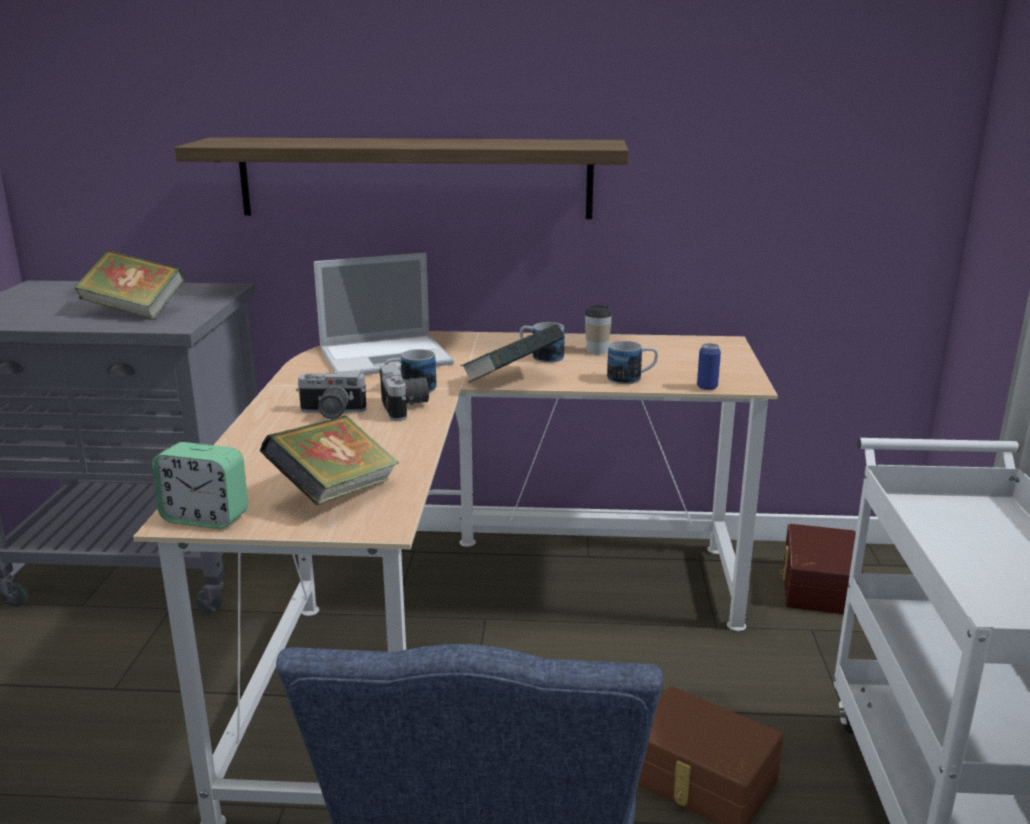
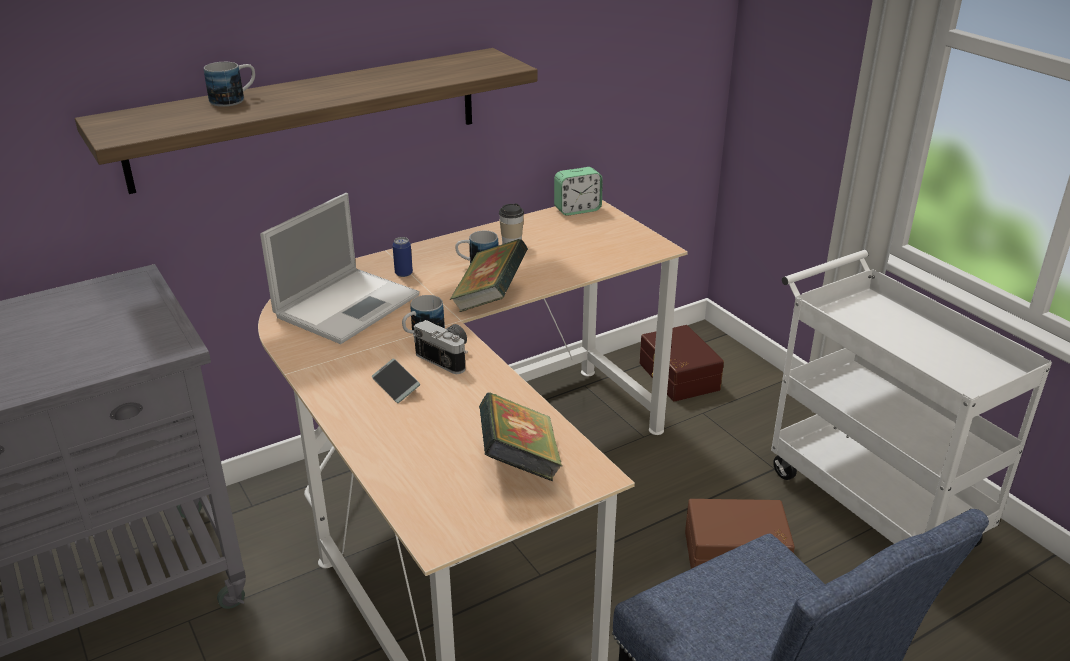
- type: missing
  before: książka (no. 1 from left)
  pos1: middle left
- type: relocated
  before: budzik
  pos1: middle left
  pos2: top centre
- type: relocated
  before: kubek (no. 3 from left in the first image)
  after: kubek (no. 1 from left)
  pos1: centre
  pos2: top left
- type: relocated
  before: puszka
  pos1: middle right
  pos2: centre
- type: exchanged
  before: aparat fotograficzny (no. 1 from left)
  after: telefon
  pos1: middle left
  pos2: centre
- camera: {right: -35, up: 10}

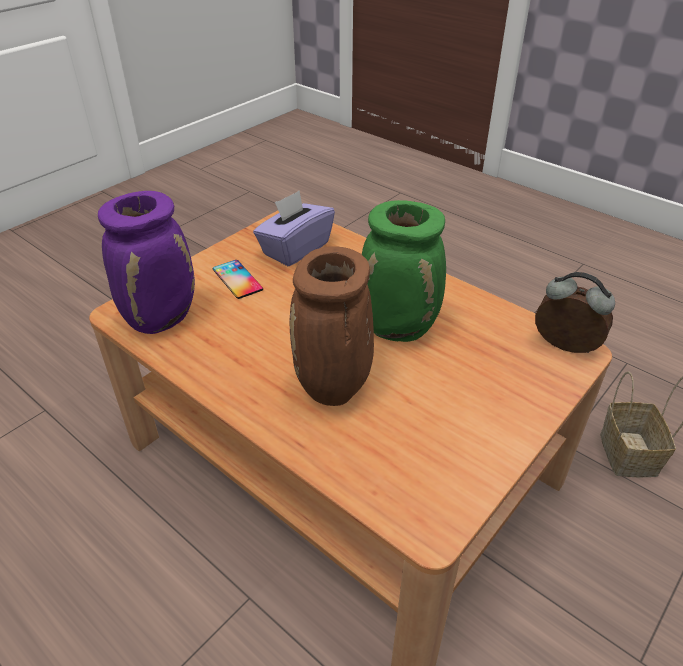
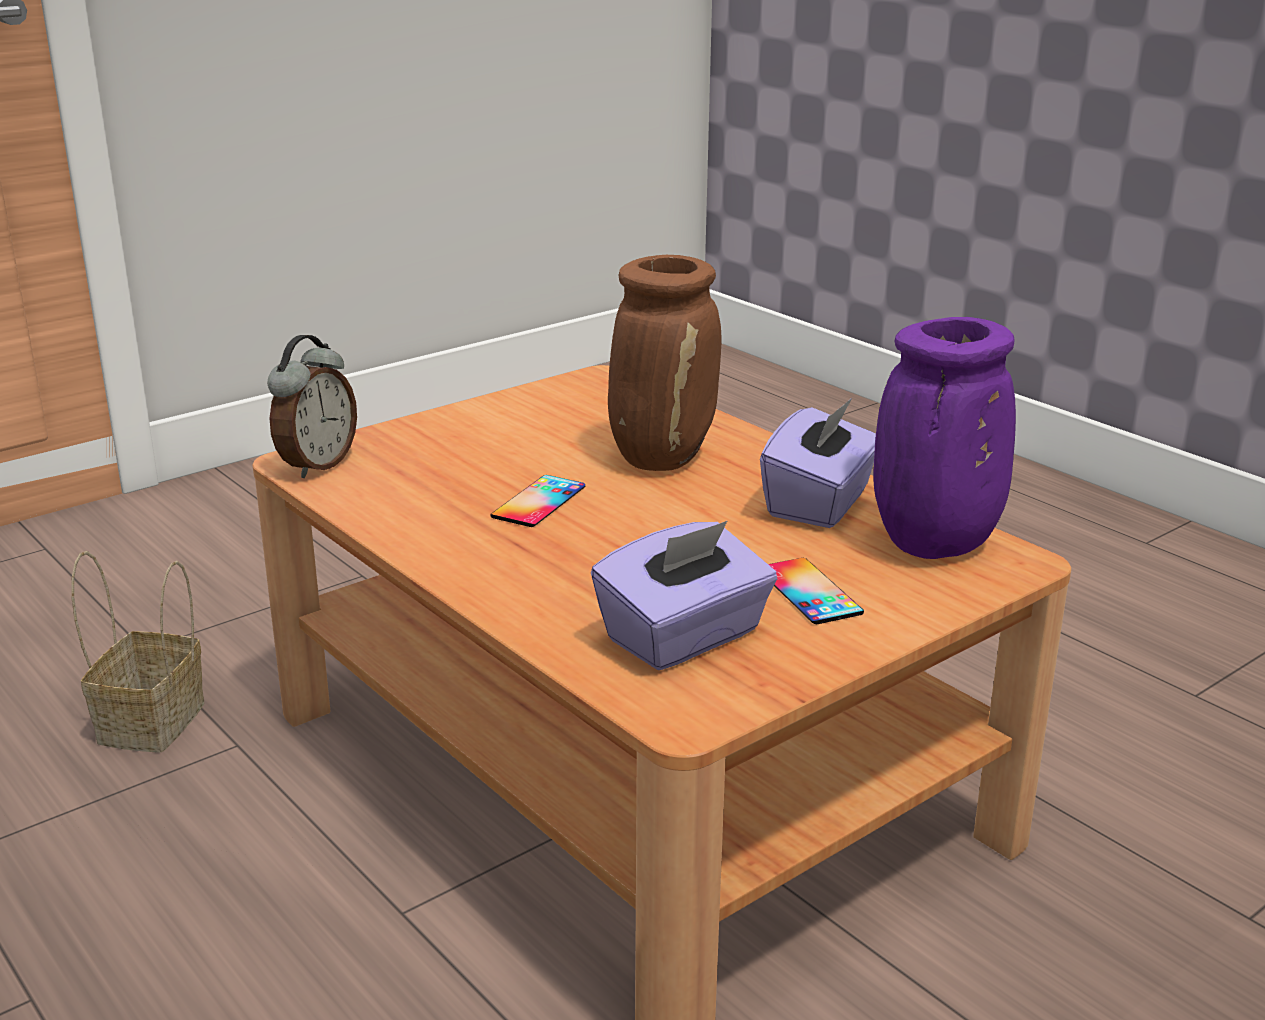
- type: appeared
  after: pudełko chusteczek (fioletowy) (no. 2 from left)
  pos2: centre
- type: exchanged
  before: wazon (zielony)
  after: telefon (no. 1 from left)
  pos1: centre
  pos2: centre
- type: spun
  before: budzik
  pos1: middle right
  pos2: middle left
  turn: -105
- camera: {right: -170, up: -15}

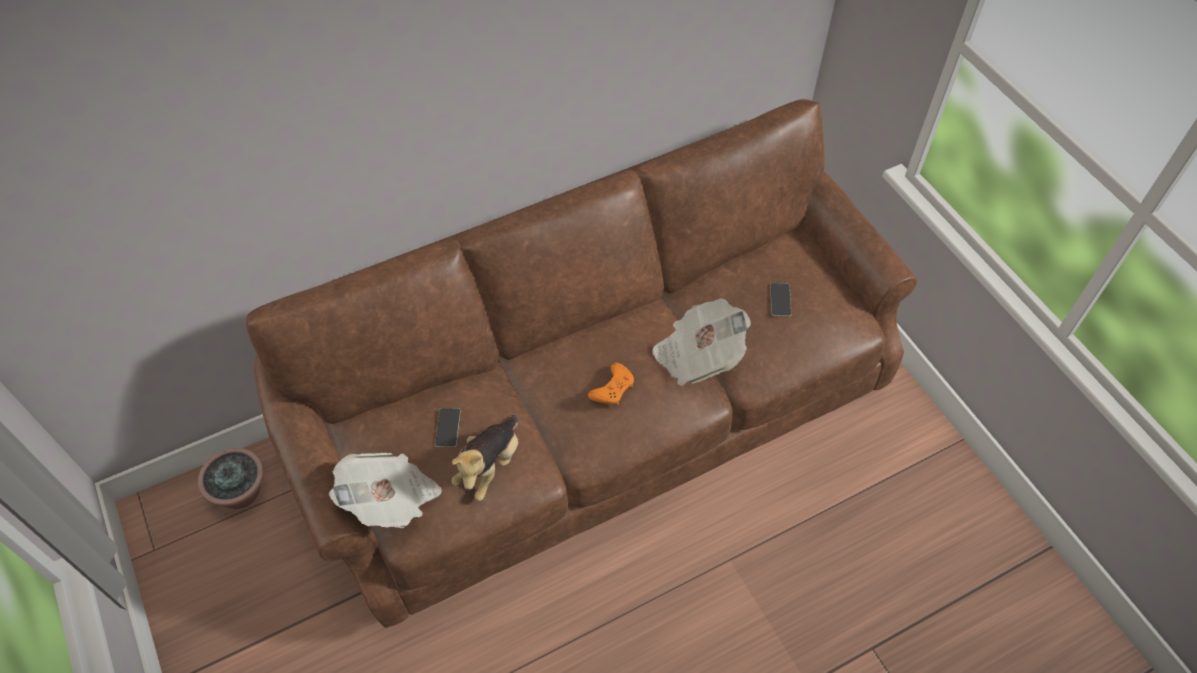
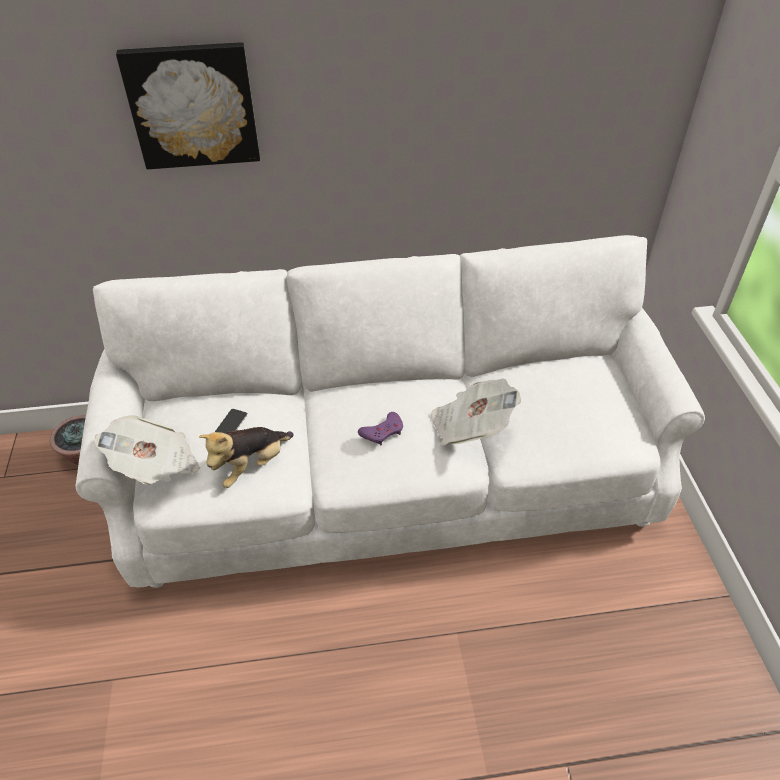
- type: missing
  before: telefon (no. 2 from left)
  pos1: centre
- type: appeared
  after: obraz
  pos2: top left
- type: colour
  before: kanapa (brązowy)
  after: kanapa (biały)
  pos1: centre
  pos2: centre
- type: colour
  before: pad do gier (pomarańczowy)
  after: pad do gier (fioletowy)
  pos1: centre
  pos2: centre
- camera: {right: 20, up: -10}

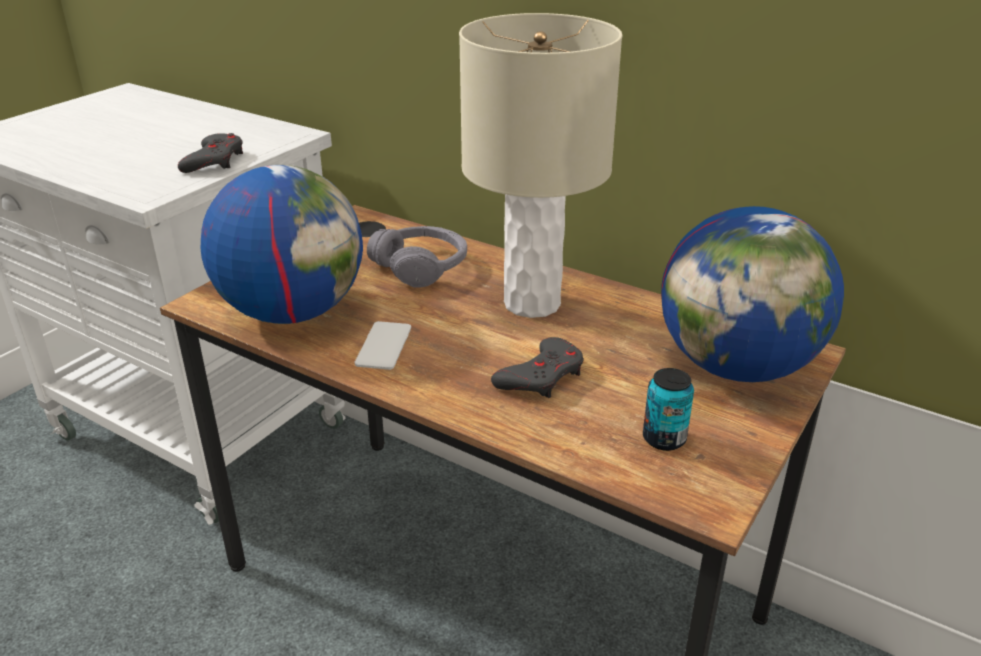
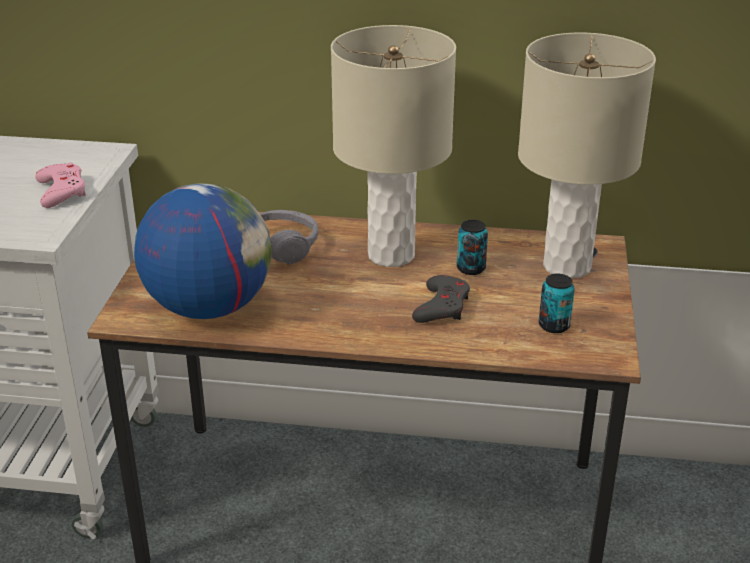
- type: missing
  before: telefon
  pos1: centre
- type: appeared
  after: puszka (no. 1 from left)
  pos2: centre
- type: exchanged
  before: globus (no. 2 from left)
  after: lampa stołowa (beżowy) (no. 2 from left)
  pos1: middle right
  pos2: top right
- type: colour
  before: pad do gier (szary) (no. 1 from left)
  after: pad do gier (różowy)
  pos1: top left
  pos2: top left
- camera: {right: -25, up: 0}

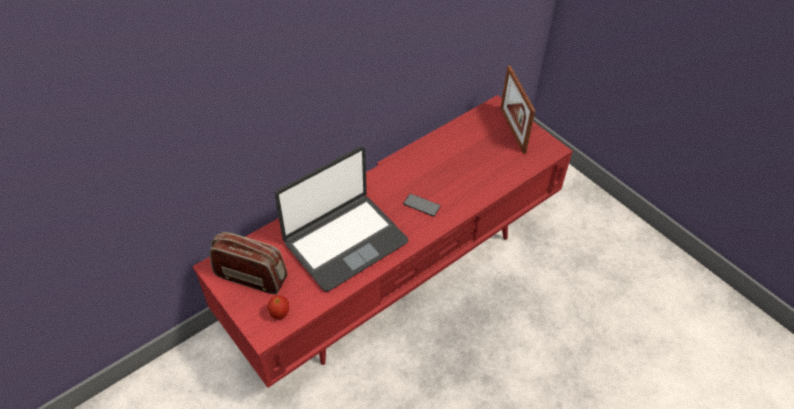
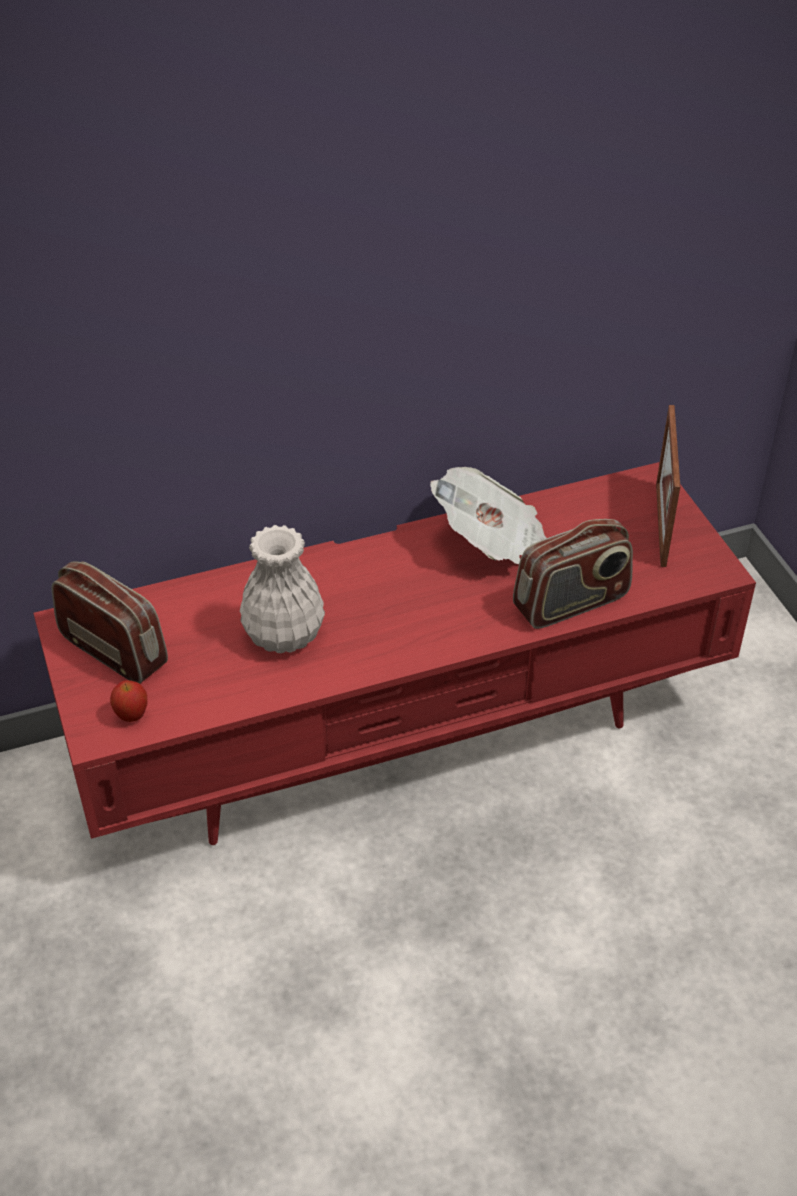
- type: missing
  before: telefon
  pos1: centre
- type: appeared
  after: gazeta
  pos2: centre
- type: appeared
  after: radio (no. 2 from left)
  pos2: middle right
- type: exchanged
  before: laptop
  after: wazon (biały)
  pos1: centre
  pos2: centre
- camera: {right: 20, up: -5}

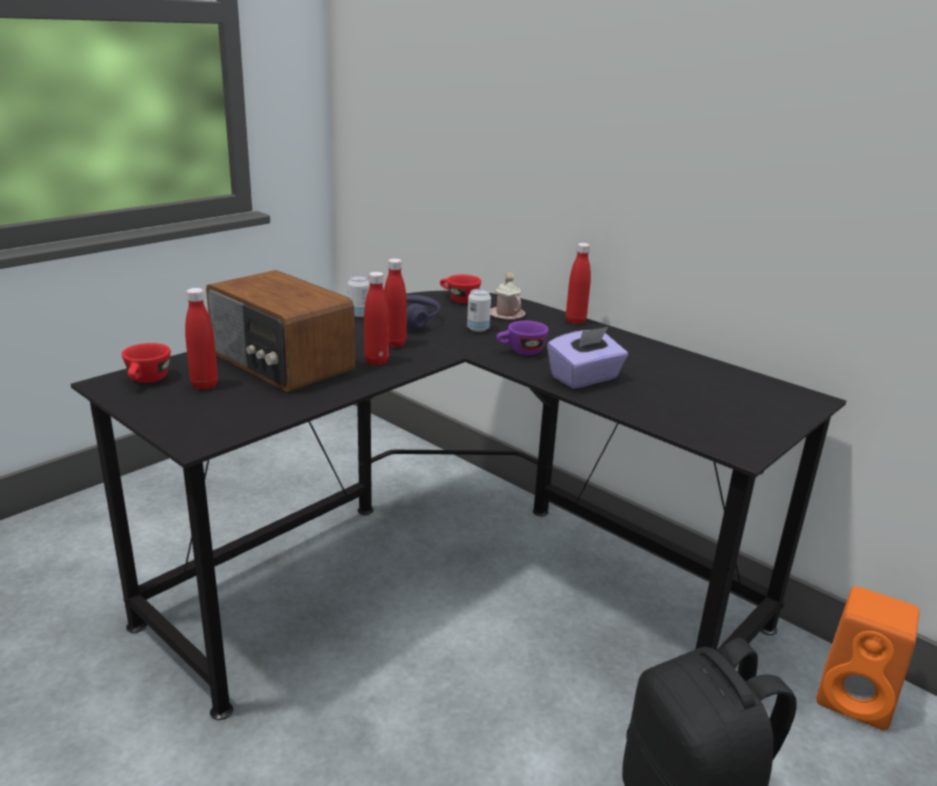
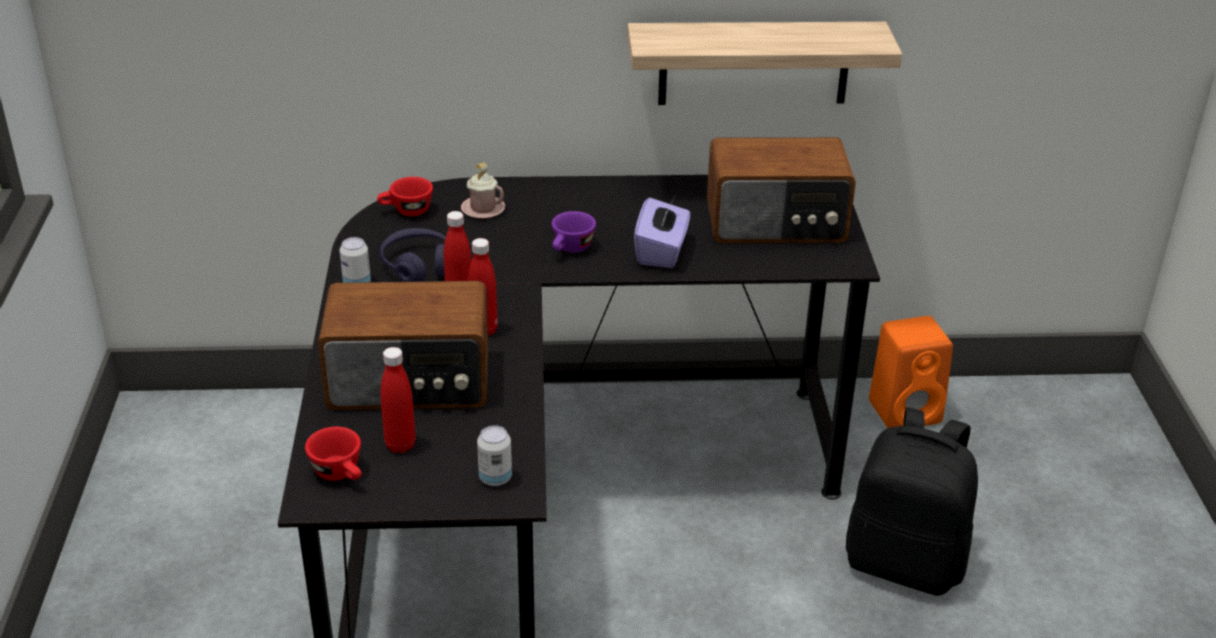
- type: missing
  before: butelka (czerwony) (no. 4 from left)
  pos1: centre
- type: appeared
  after: półka
  pos2: top centre
- type: appeared
  after: radio (no. 2 from left)
  pos2: top centre
- type: relocated
  before: puszka (no. 2 from left)
  pos1: centre
  pos2: bottom centre
- camera: {right: -45, up: 10}

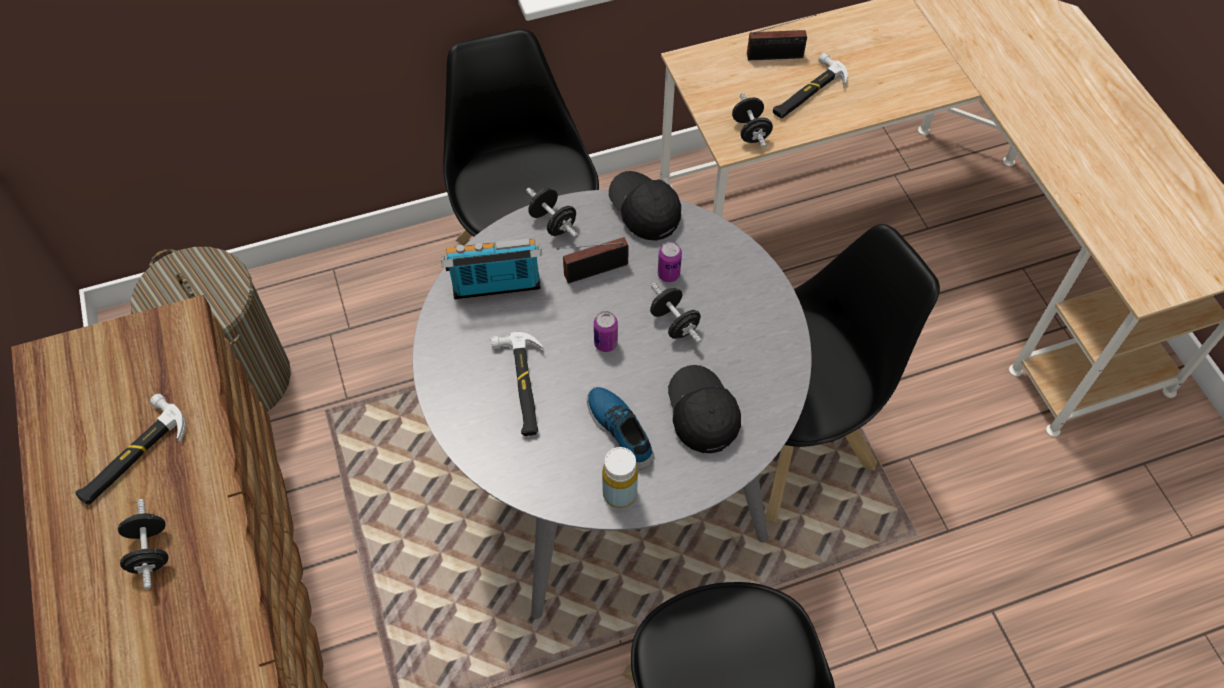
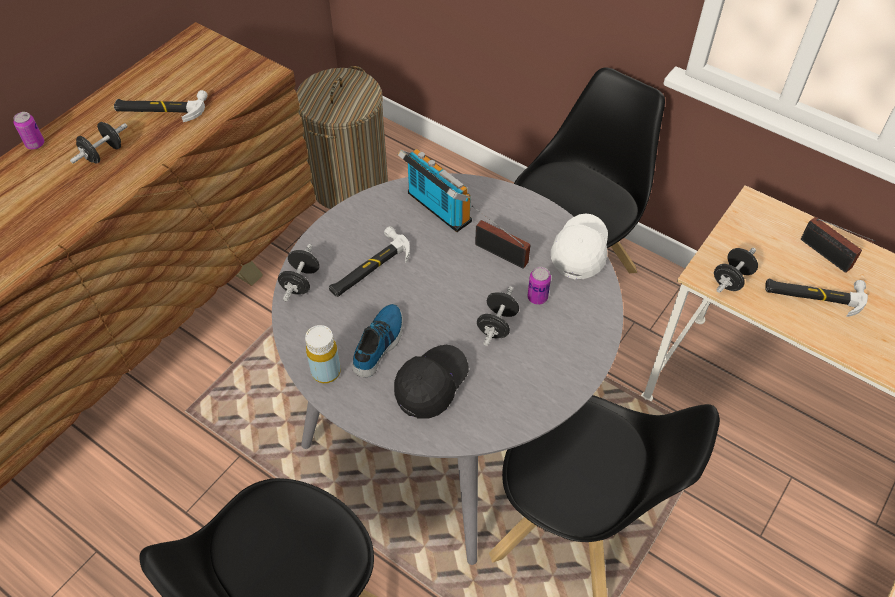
- type: relocated
  before: hantel (czarny) (no. 2 from left)
  pos1: top centre
  pos2: middle left
- type: relocated
  before: puszka (no. 1 from left)
  pos1: centre
  pos2: top left
- type: colour
  before: czapka z daszkiem (czarny) (no. 1 from left)
  after: czapka z daszkiem (biały)
  pos1: top centre
  pos2: centre
- camera: {right: 55, up: -5}

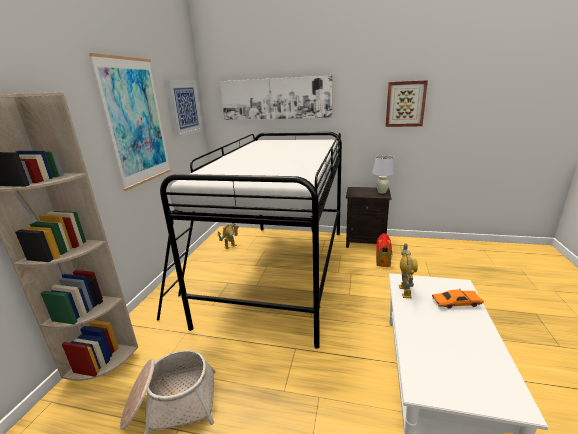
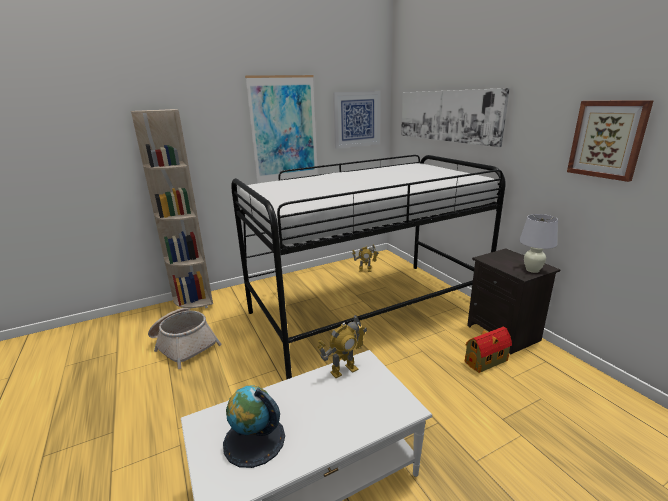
- type: missing
  before: samochodzik (pomarańczowy)
  pos1: bottom right
- type: appeared
  after: globus
  pos2: bottom centre
- camera: {right: 50, up: 0}

